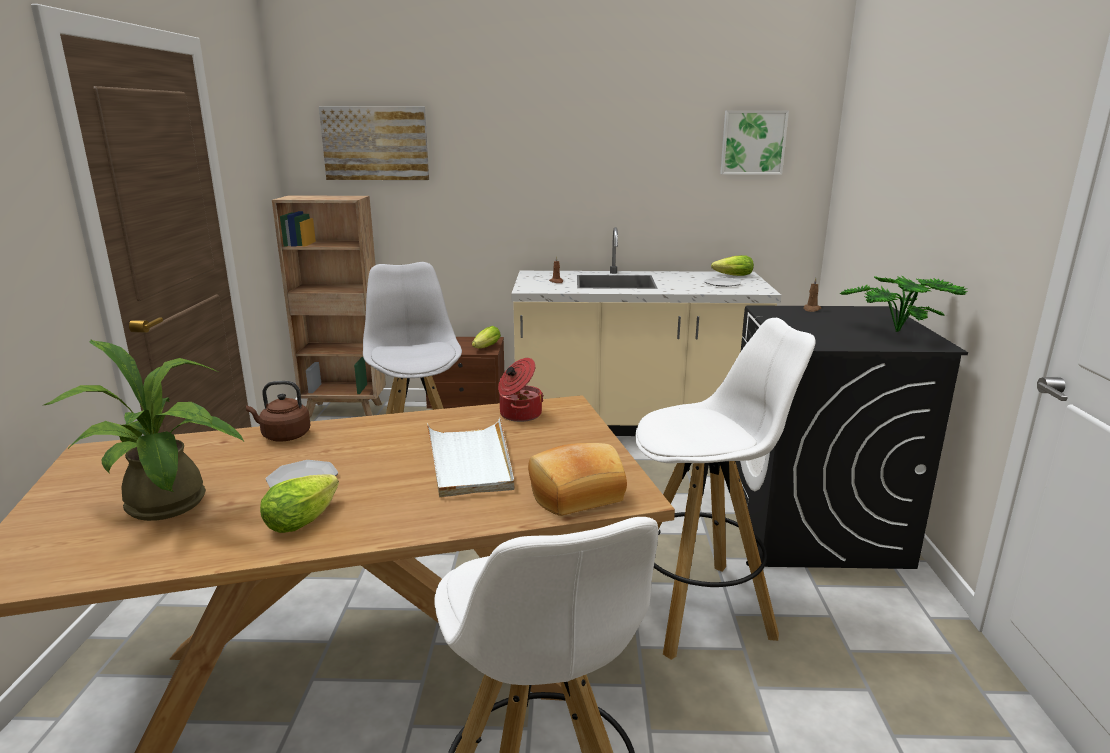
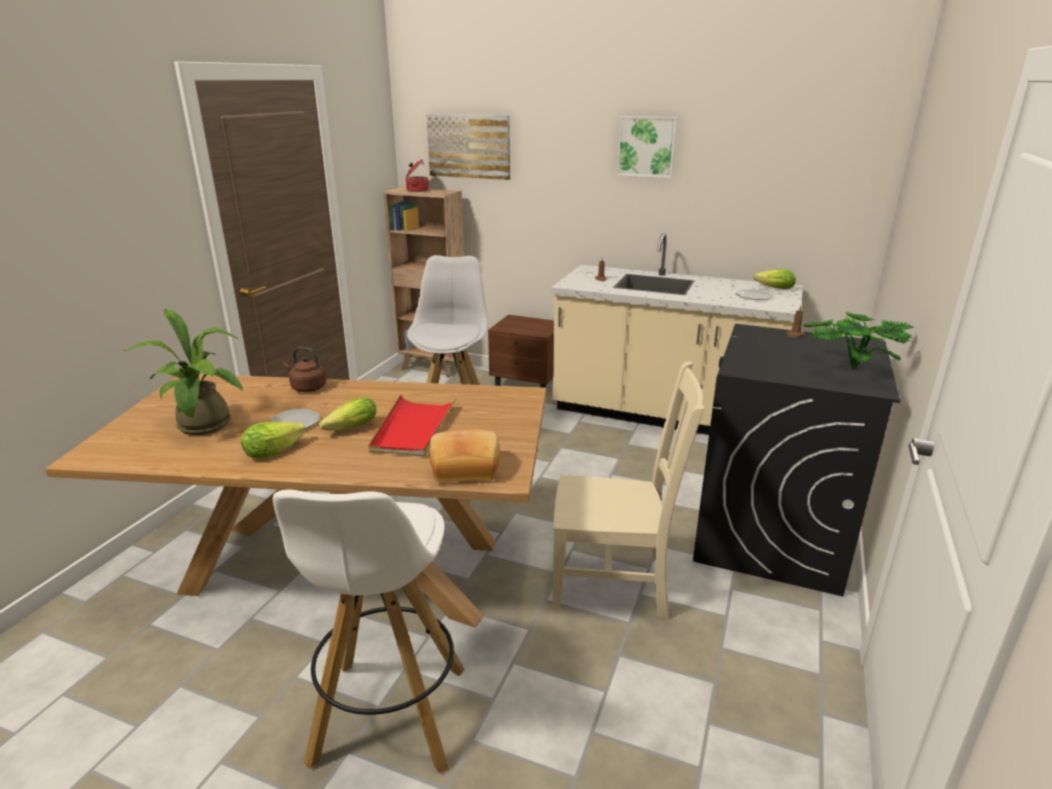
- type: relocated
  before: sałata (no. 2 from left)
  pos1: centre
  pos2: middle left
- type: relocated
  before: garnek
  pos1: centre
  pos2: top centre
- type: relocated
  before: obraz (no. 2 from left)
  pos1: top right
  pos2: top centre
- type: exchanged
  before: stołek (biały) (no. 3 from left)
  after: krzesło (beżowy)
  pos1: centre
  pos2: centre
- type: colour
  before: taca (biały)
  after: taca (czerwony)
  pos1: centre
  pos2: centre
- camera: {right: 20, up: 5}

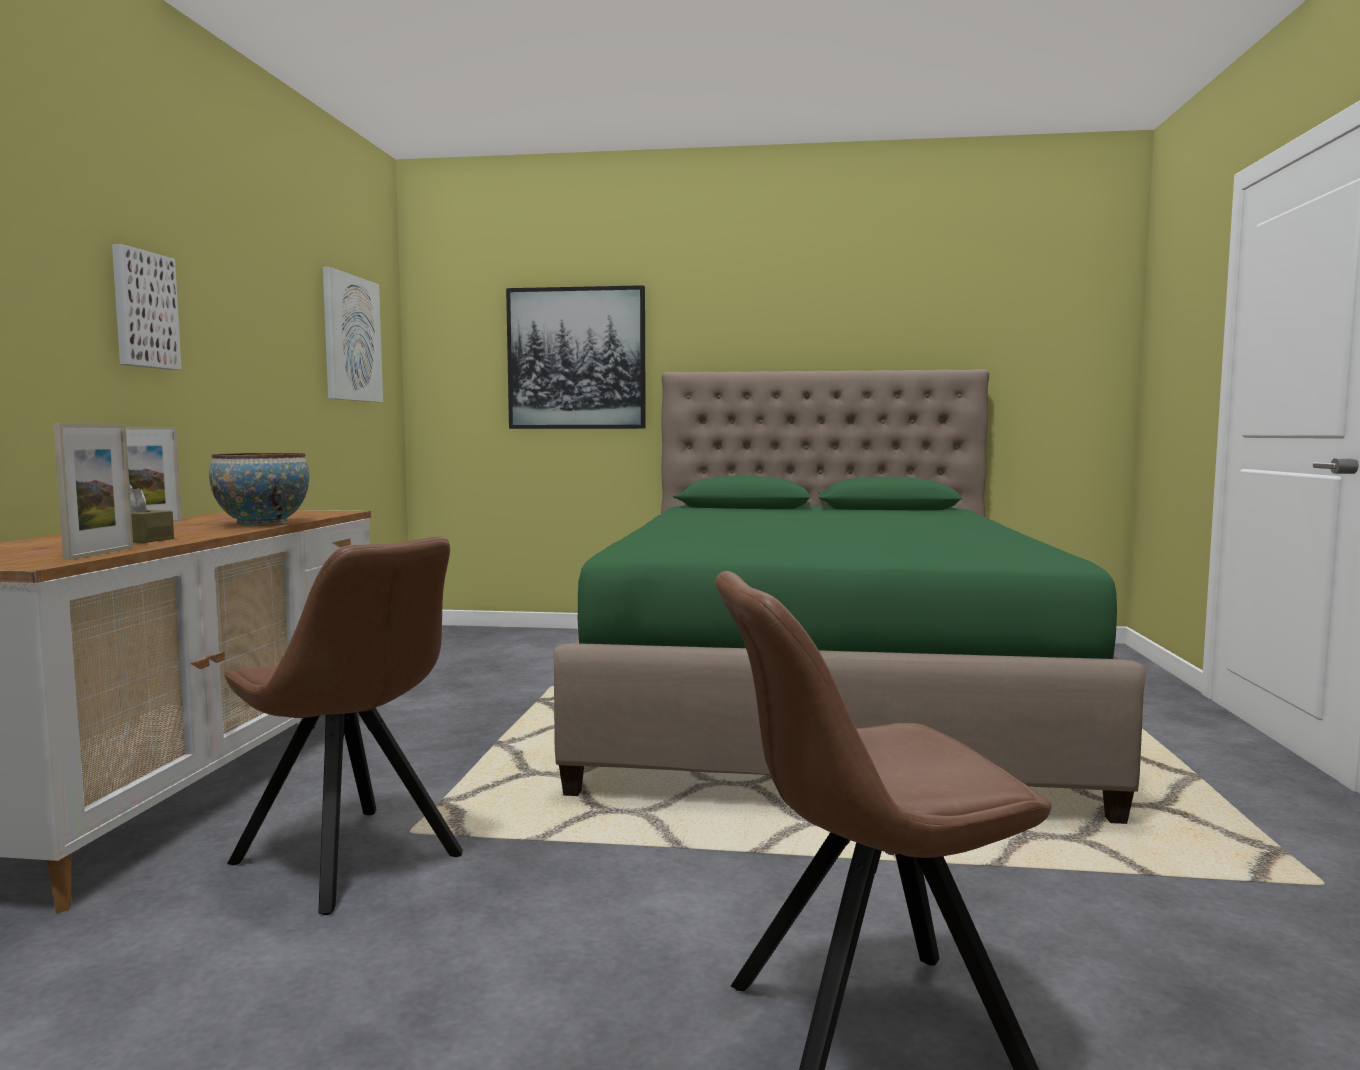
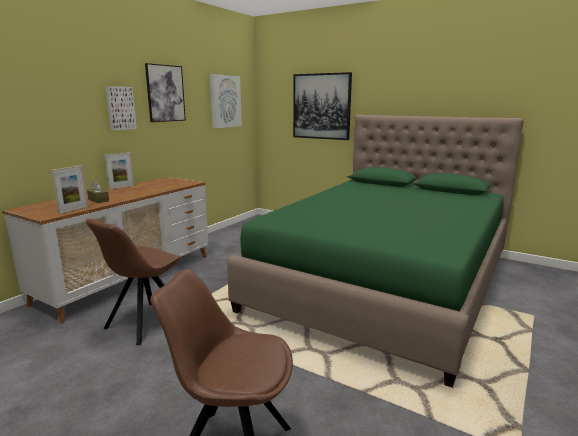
- type: missing
  before: miska
  pos1: middle left
- type: appeared
  after: obraz (no. 2 from left)
  pos2: top left
- type: spun
  before: krzesło (brązowy) (no. 1 from left)
  pos1: bottom left
  pos2: middle left
  turn: 60
- camera: {right: 25, up: 10}

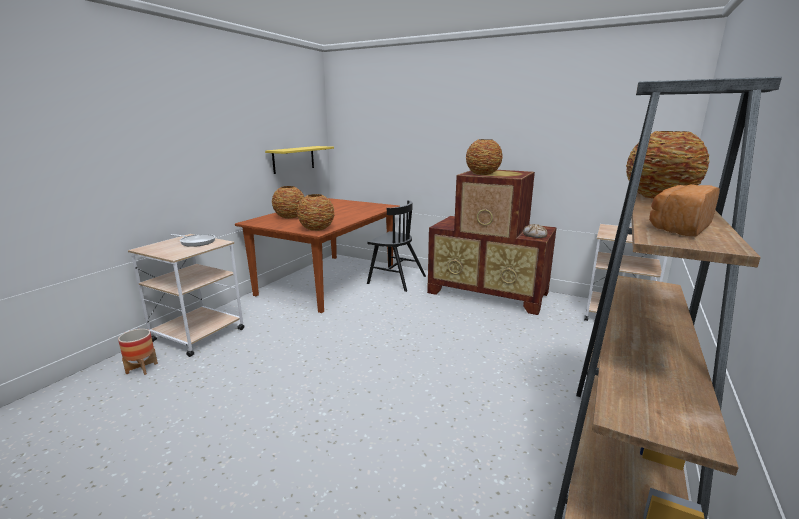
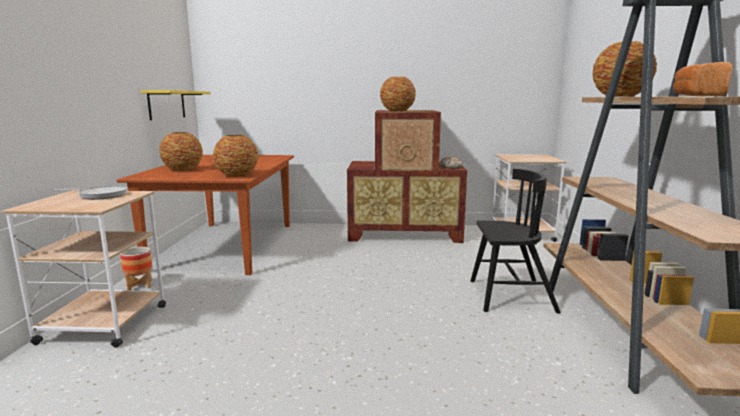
- type: relocated
  before: donica
  pos1: bottom left
  pos2: middle left
- type: relocated
  before: krzesło (czarny)
  pos1: centre
  pos2: middle right
- camera: {right: -25, up: -5}

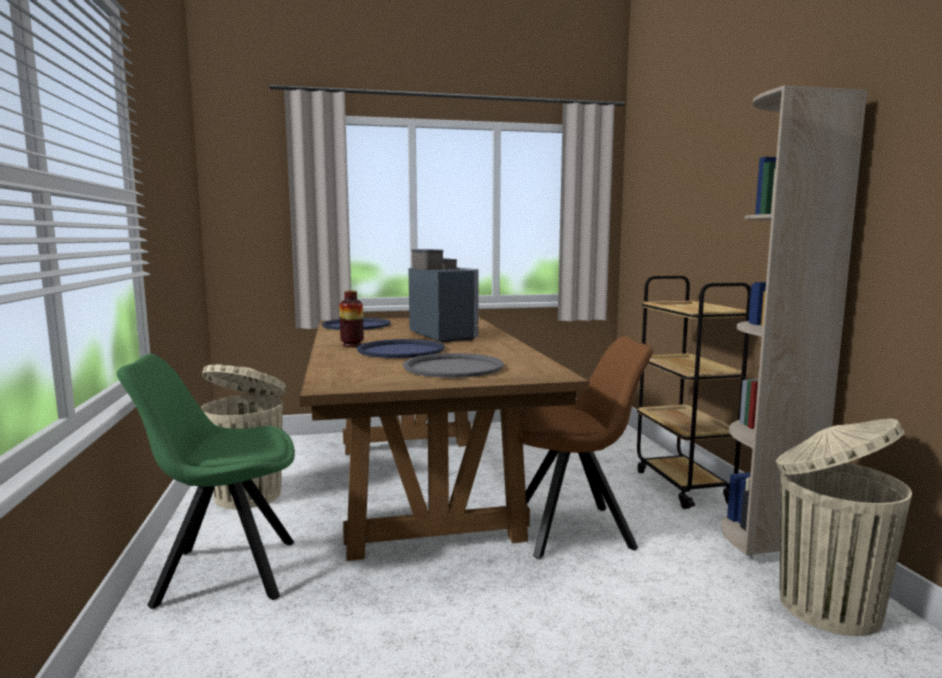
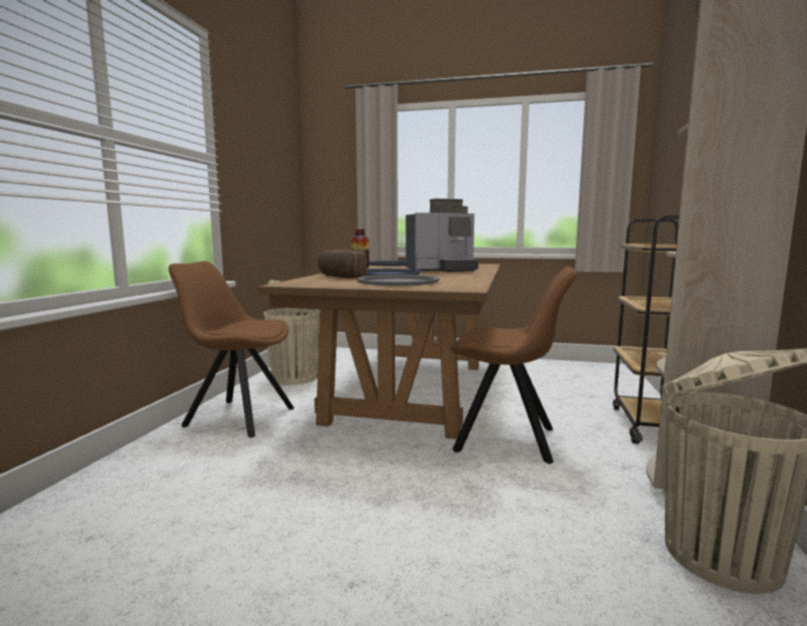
- type: appeared
  after: chleb
  pos2: centre
- type: colour
  before: krzesło (zielony)
  after: krzesło (brązowy) (no. 1 from left)
  pos1: bottom left
  pos2: middle left
- type: spun
  before: ekspres do kawy
  pos1: centre
  pos2: centre
  turn: 75
- camera: {right: 25, up: 0}

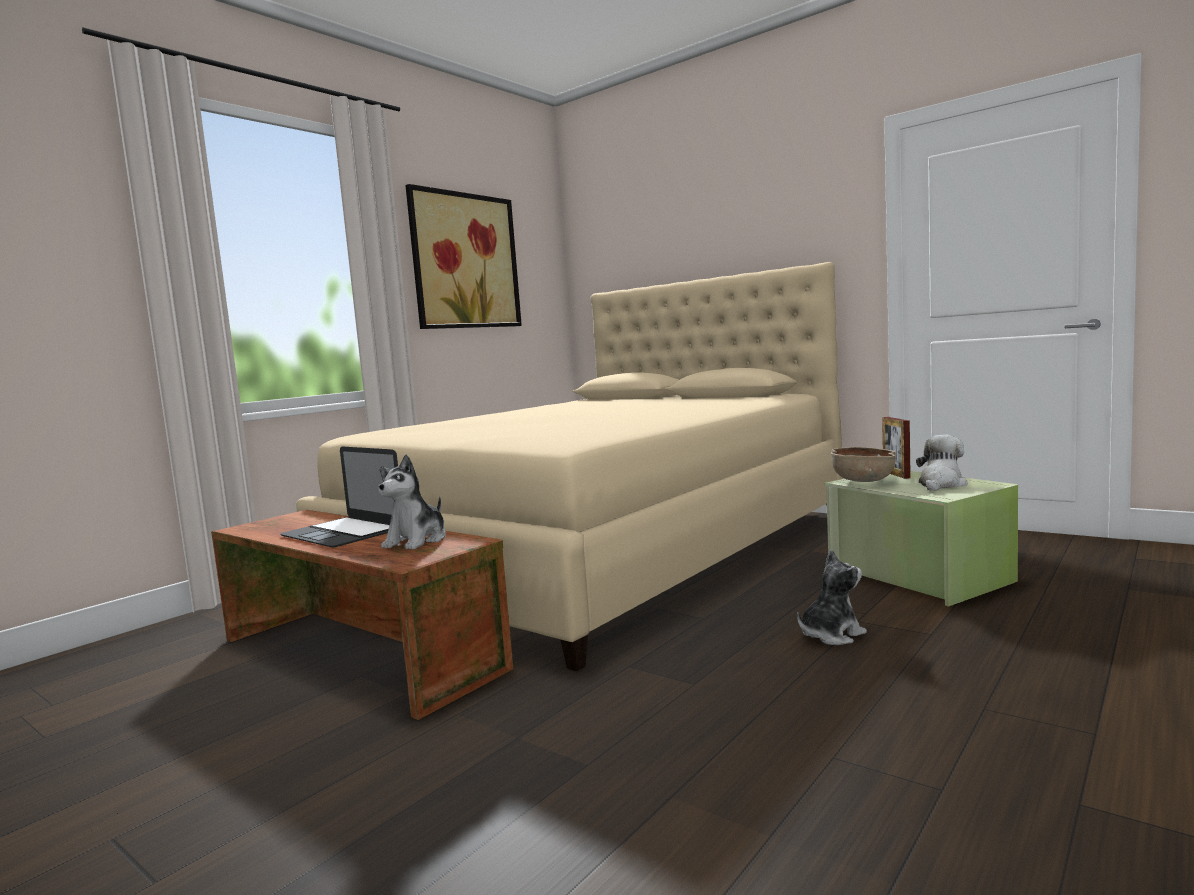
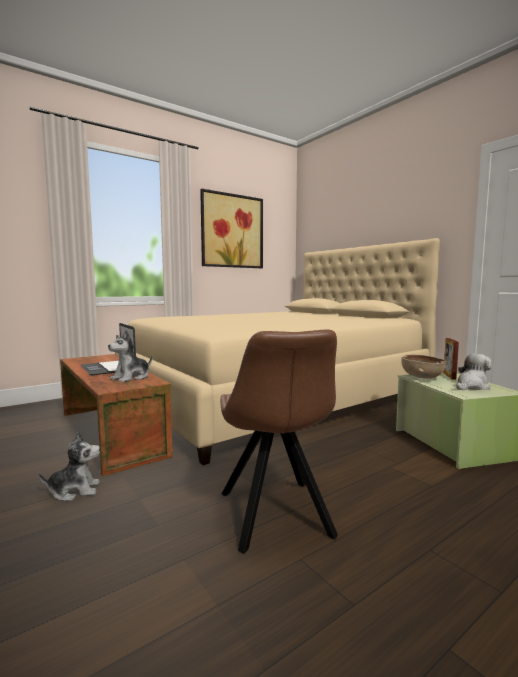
- type: appeared
  after: krzesło (brązowy)
  pos2: centre
- type: relocated
  before: pluszak (no. 2 from left in the first image)
  after: pluszak (no. 1 from left)
  pos1: bottom right
  pos2: bottom left
- camera: {right: 15, up: 0}

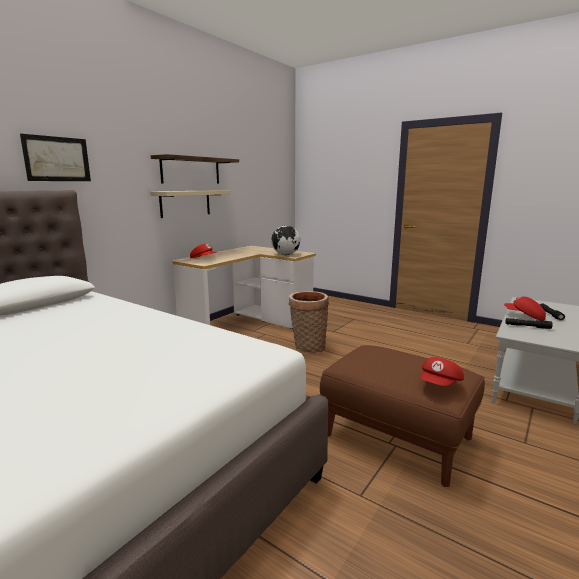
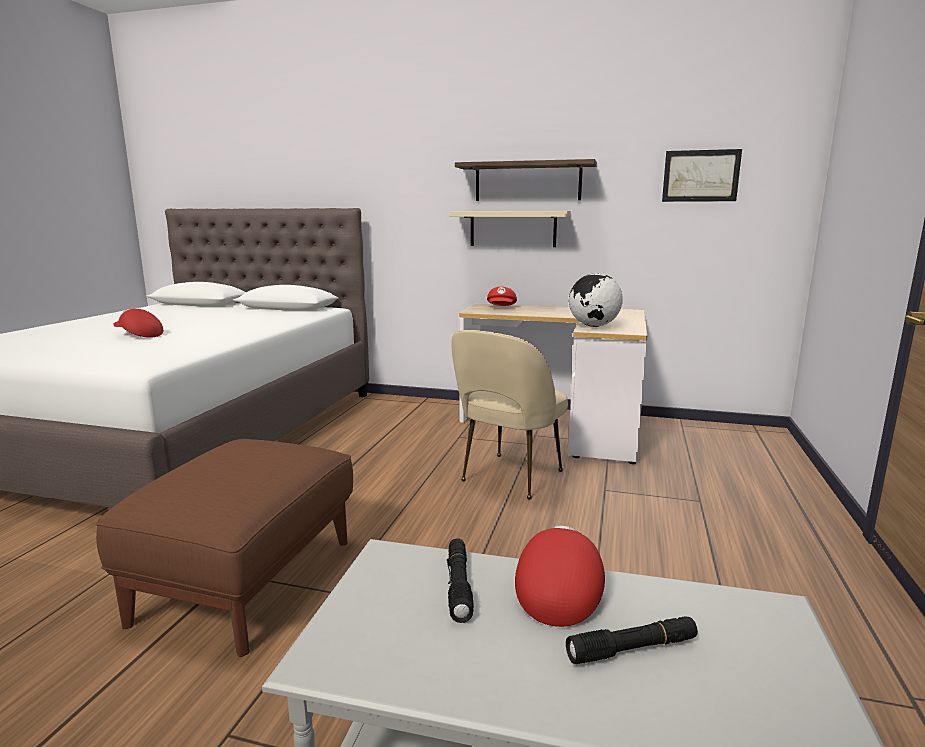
- type: relocated
  before: obraz
  pos1: top left
  pos2: top right
- type: relocated
  before: czapka z daszkiem (czerwony) (no. 2 from left in the first image)
  after: czapka z daszkiem (czerwony) (no. 1 from left)
  pos1: middle right
  pos2: middle left
- type: exchanged
  before: koszyk
  after: krzesło (beżowy)
  pos1: centre
  pos2: centre
- camera: {right: 70, up: 0}

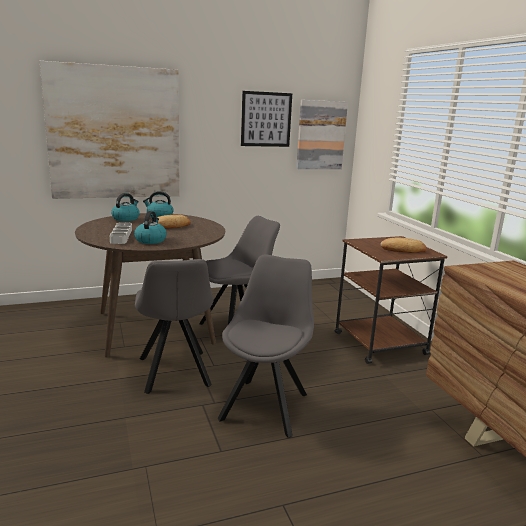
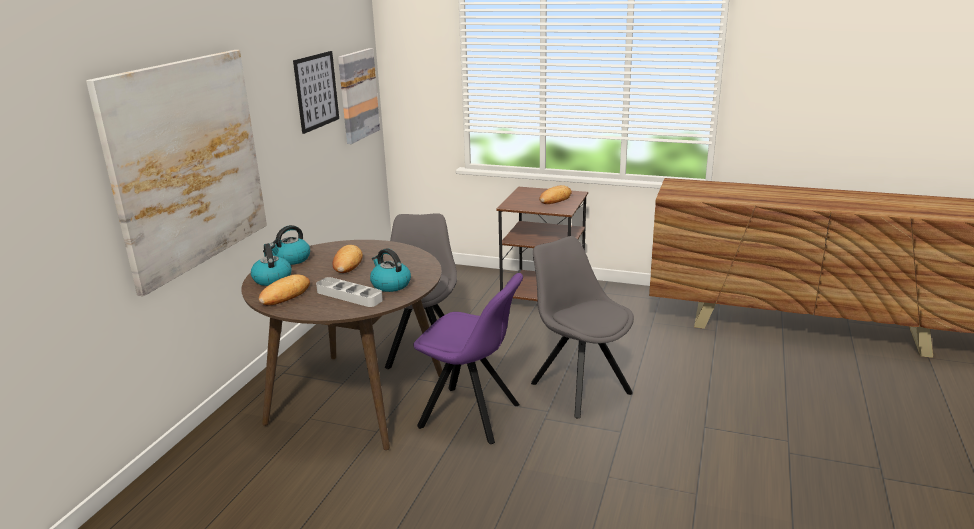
- type: appeared
  after: chleb (no. 1 from left)
  pos2: middle left
- type: colour
  before: krzesło (szary) (no. 1 from left)
  after: krzesło (fioletowy)
  pos1: middle left
  pos2: bottom centre
- camera: {right: -50, up: 5}

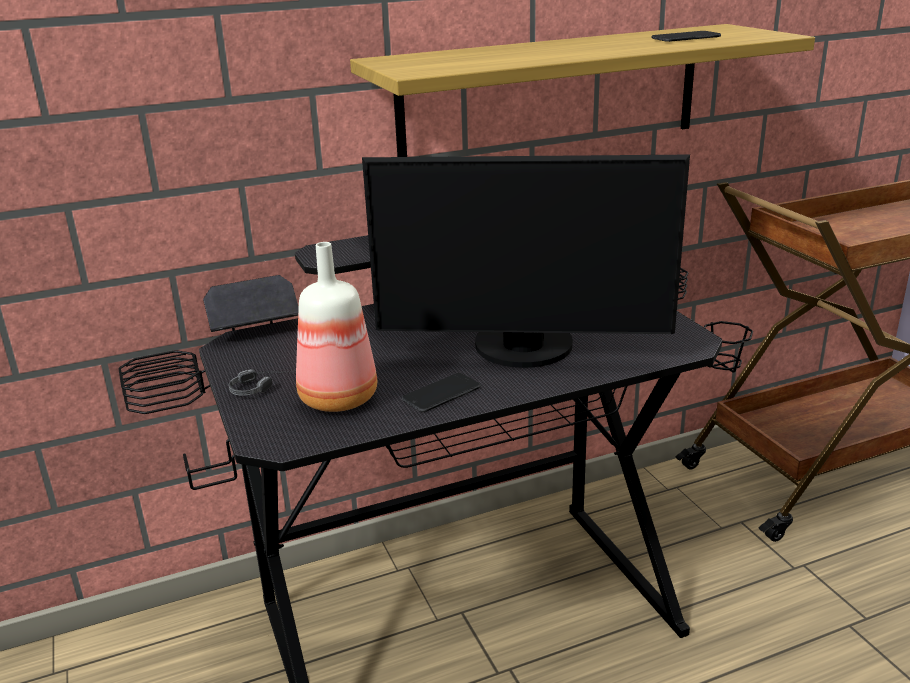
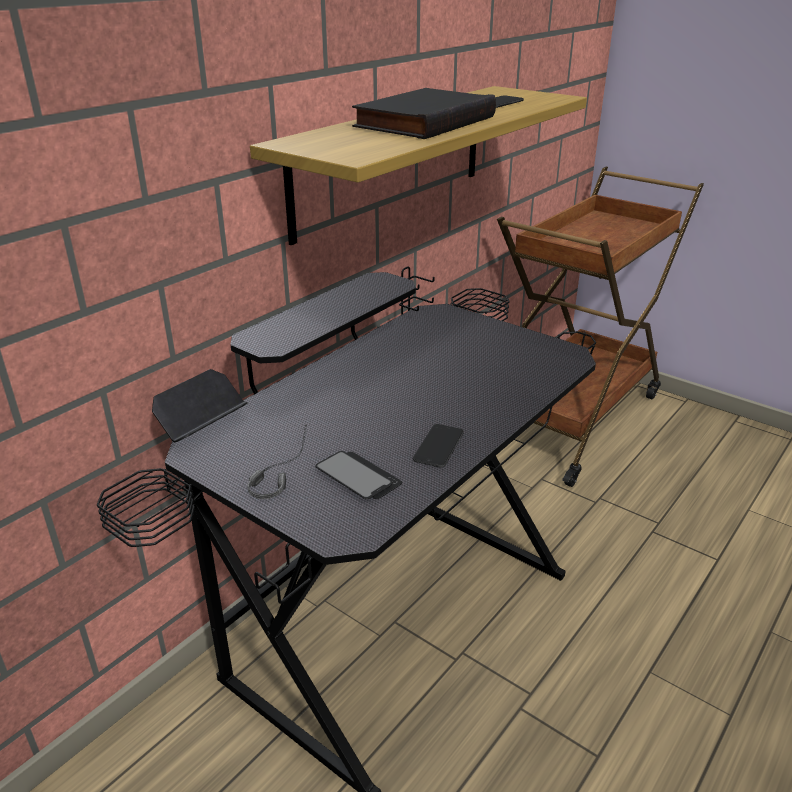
- type: missing
  before: monitor
  pos1: centre
- type: appeared
  after: książka (czarny)
  pos2: top centre
- type: exchanged
  before: butelka
  after: telefon (no. 1 from left)
  pos1: centre
  pos2: centre
- camera: {right: -30, up: 5}

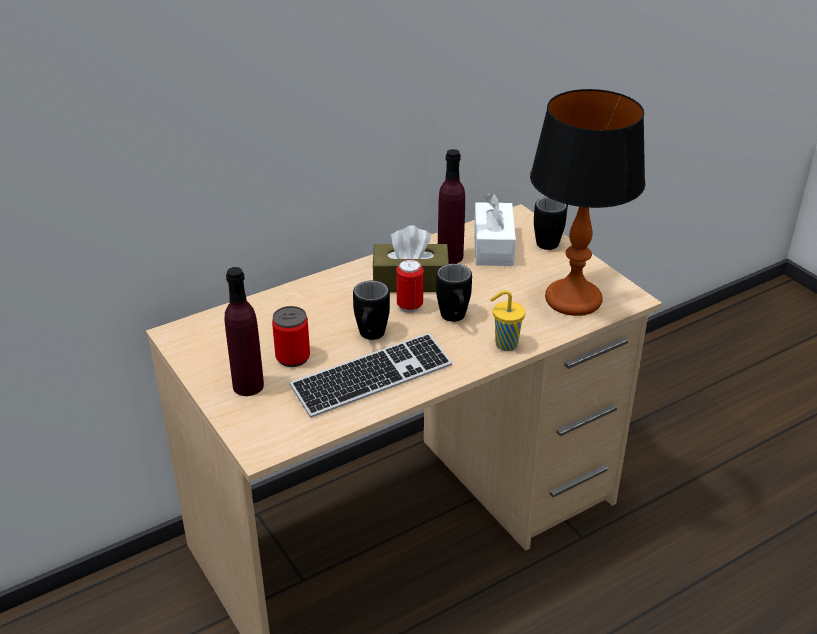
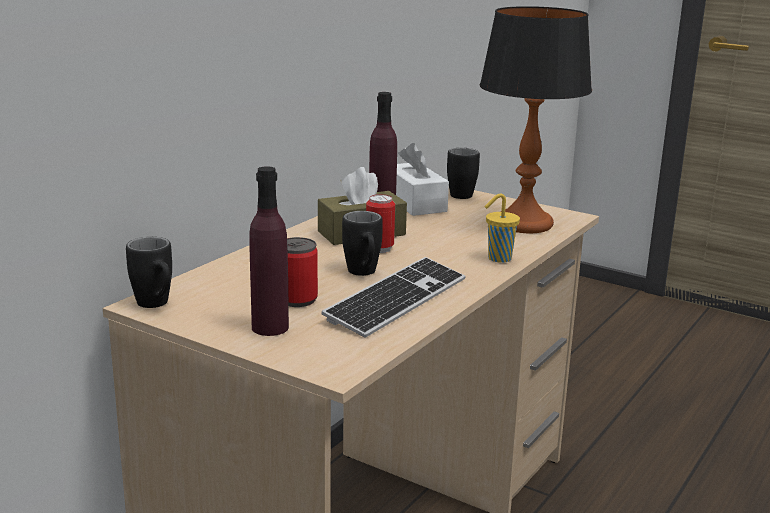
- type: relocated
  before: kubek (czarny) (no. 2 from left in the first image)
  after: kubek (czarny) (no. 1 from left)
  pos1: centre
  pos2: middle left
- camera: {right: -25, up: -15}

